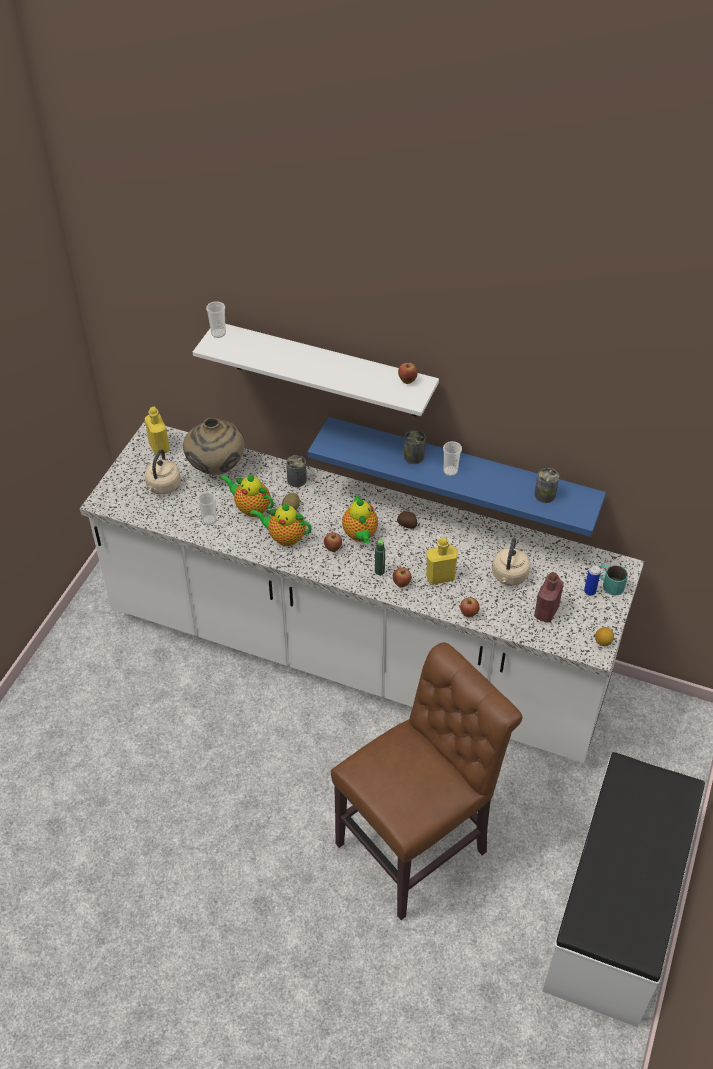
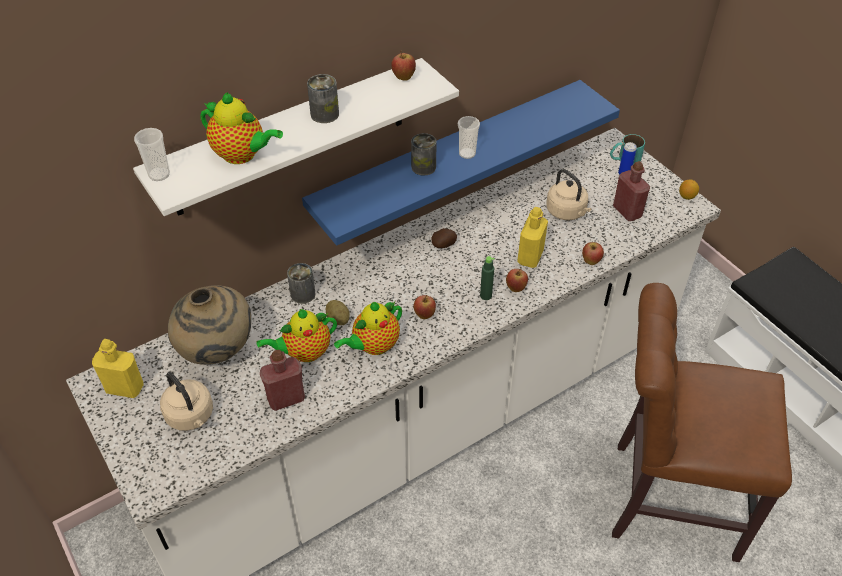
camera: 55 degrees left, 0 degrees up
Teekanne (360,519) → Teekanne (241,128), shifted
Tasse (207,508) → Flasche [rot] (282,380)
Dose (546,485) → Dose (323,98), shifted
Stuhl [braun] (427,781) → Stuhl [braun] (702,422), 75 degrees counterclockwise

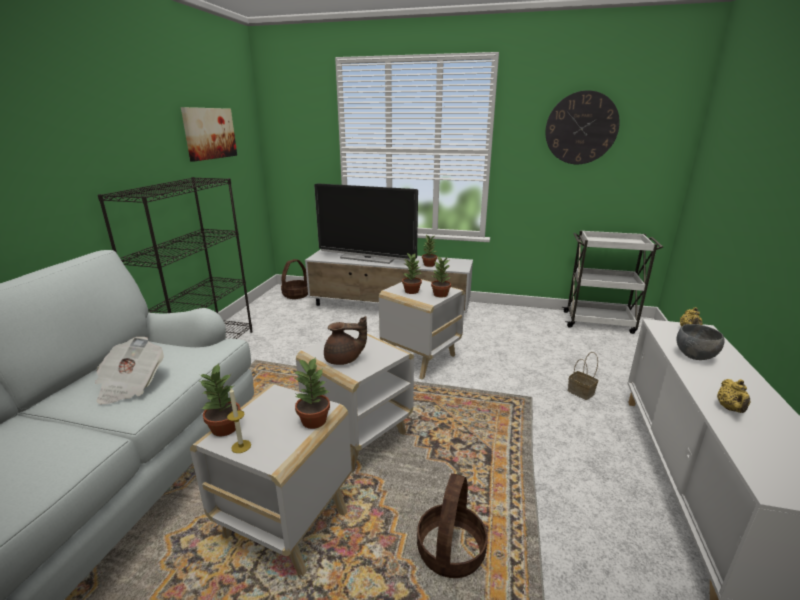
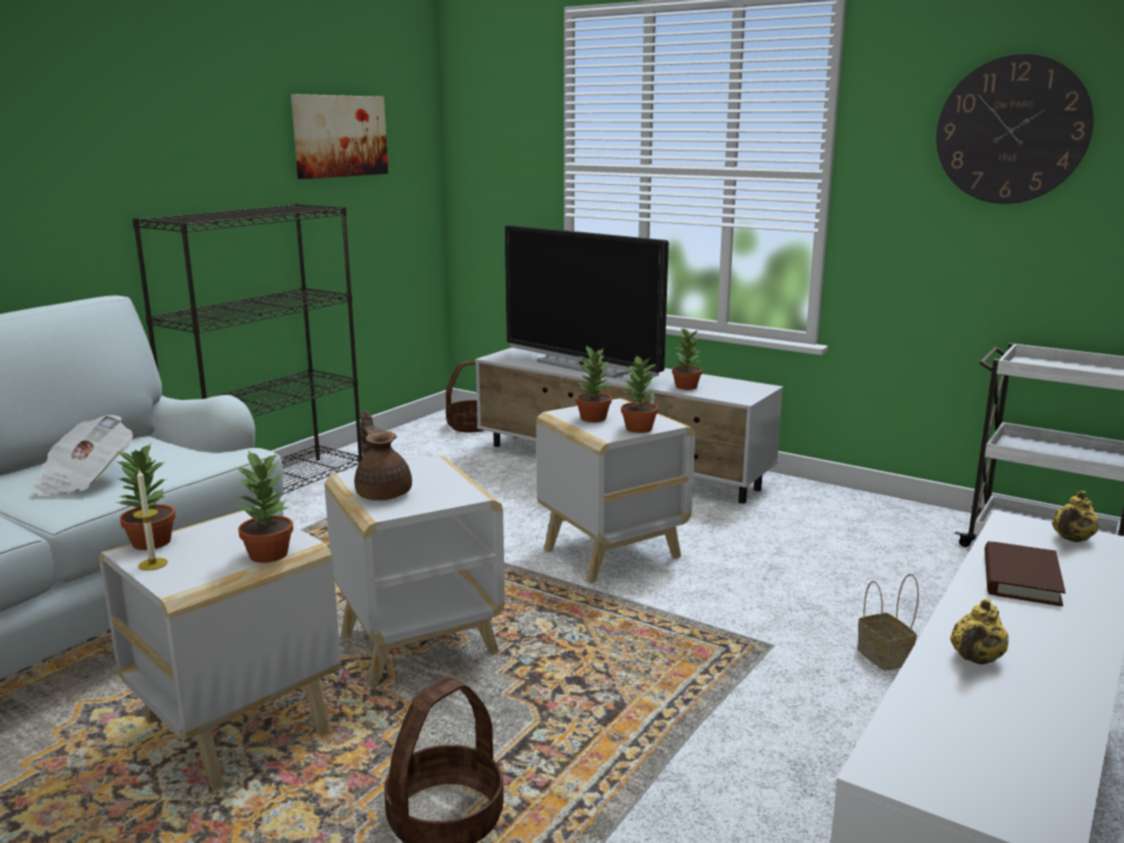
camera: 20 degrees right, 5 degrees down
Teekanne [braun] (345,340) → Teekanne [braun] (383,455), 135 degrees counterclockwise
Schüssel [grau] (701,342) → Buch [braun] (1025,573)

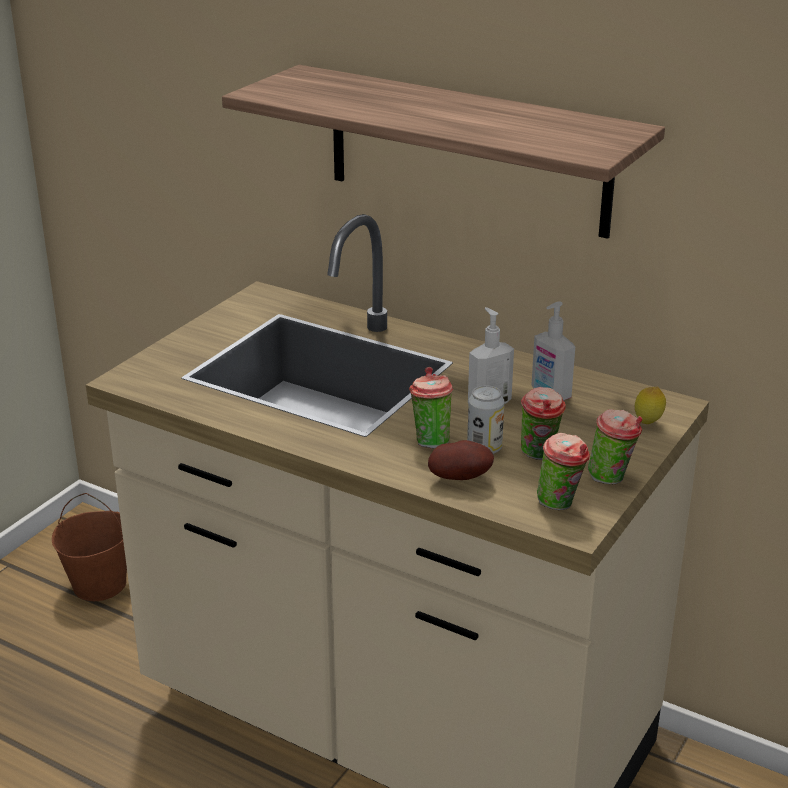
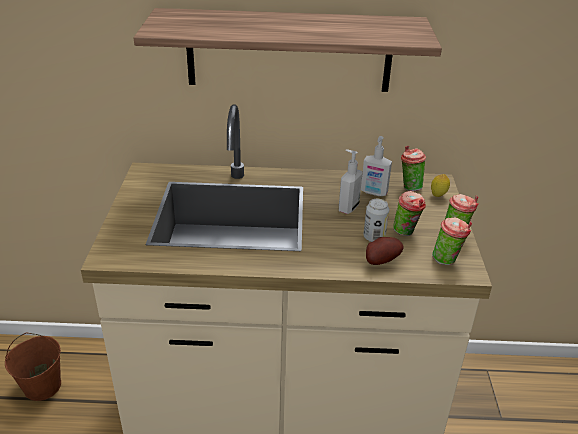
camera: 30 degrees left, 5 degrees up
Tasse (431,407) → Tasse (413,168), shifted

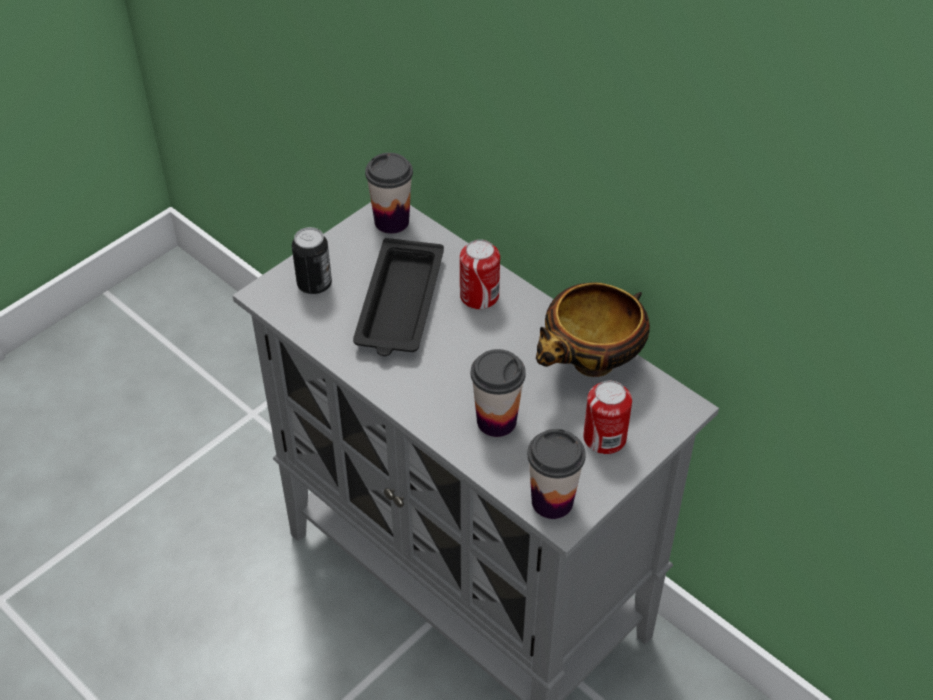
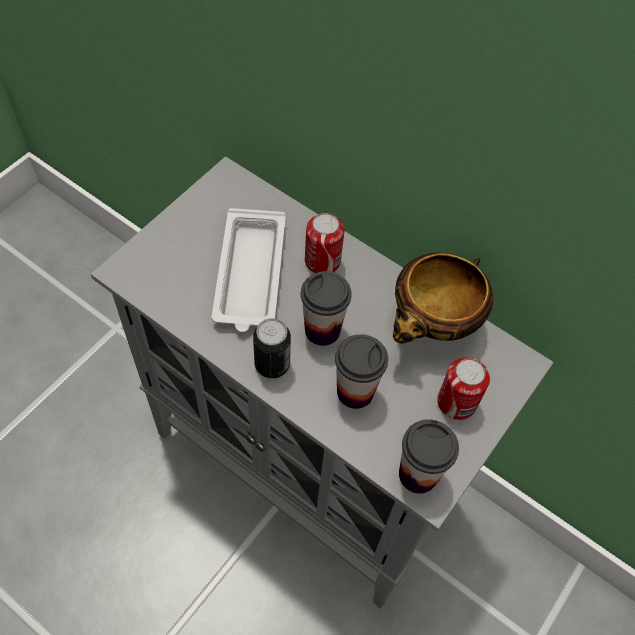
camera: 10 degrees left, 10 degrees up
Tablett [schwarz] (398,297) → Tablett [weiß] (249,270)
Dose (312,261) → Dose (272,348), shifted
Tasse (389,193) → Tasse (326,308), shifted

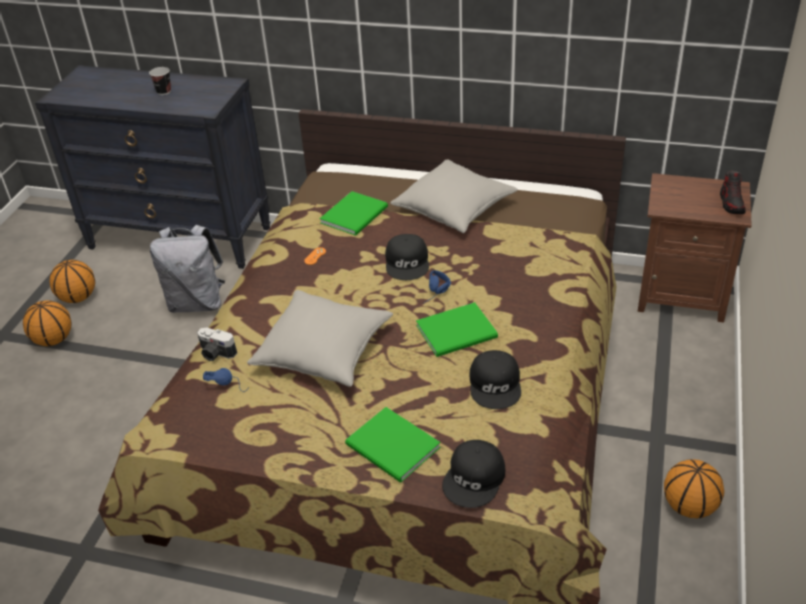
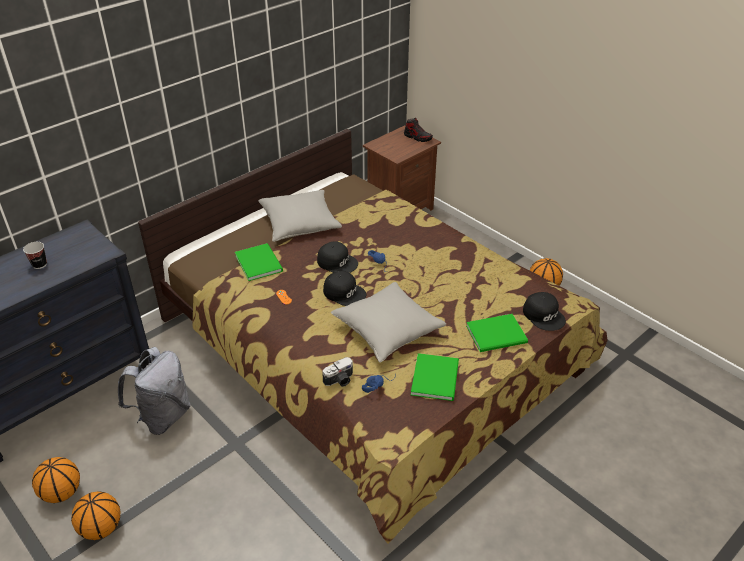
camera: 60 degrees left, 0 degrees up
Kappe [schwarz] (495,379) → Kappe [schwarz] (344,288), shifted
Buch [grün] (457,329) → Buch [grün] (435,377), shifted

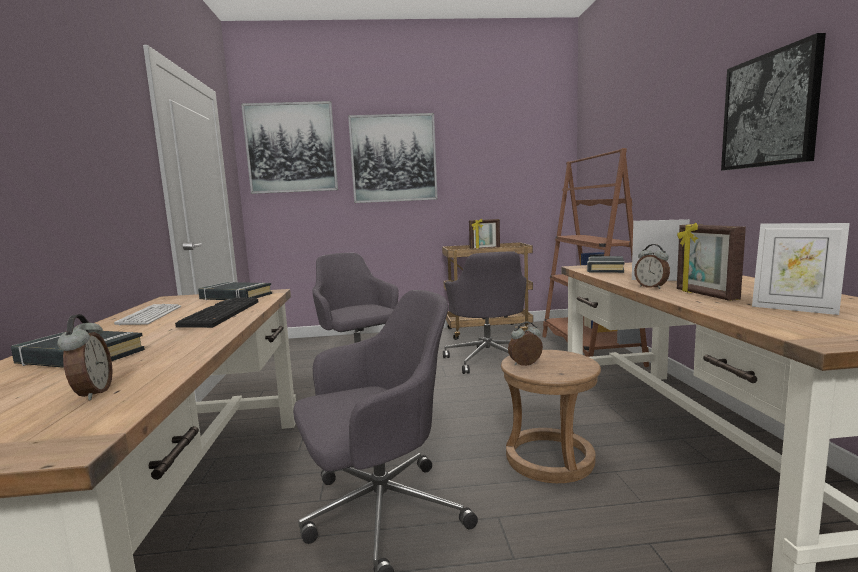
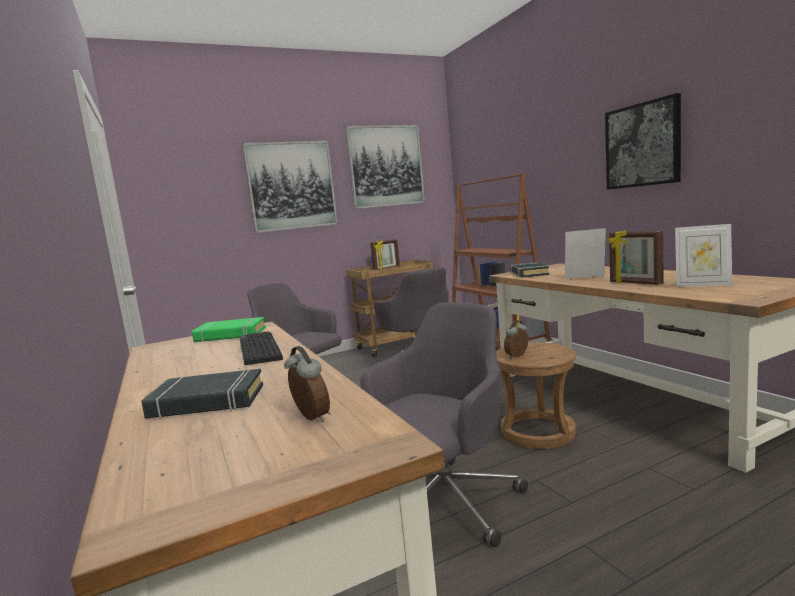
camera: 20 degrees left, 0 degrees up
Buch [schwarz] (235,291) → Buch [grün] (229,329)
Bild (289,147) → Bild (385,167), shifted
Tastatur (147,315) → -
Wecker (652,266) → -

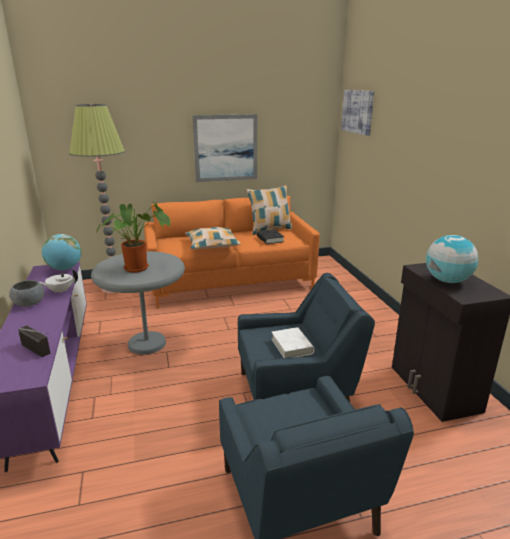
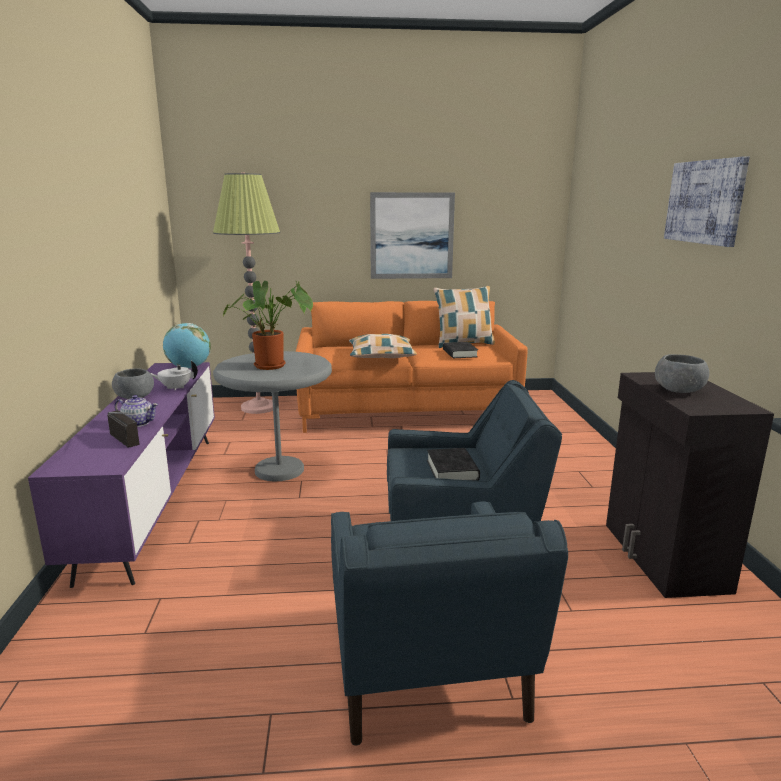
camera: 10 degrees right, 5 degrees down
- → Teekanne (136,411)
Buch [weiß] (293,342) → Buch [schwarz] (453,464)
Globus (452,259) → Schüssel [grau] (682,373)
Bild (357,113) → Bild (707,201), shifted

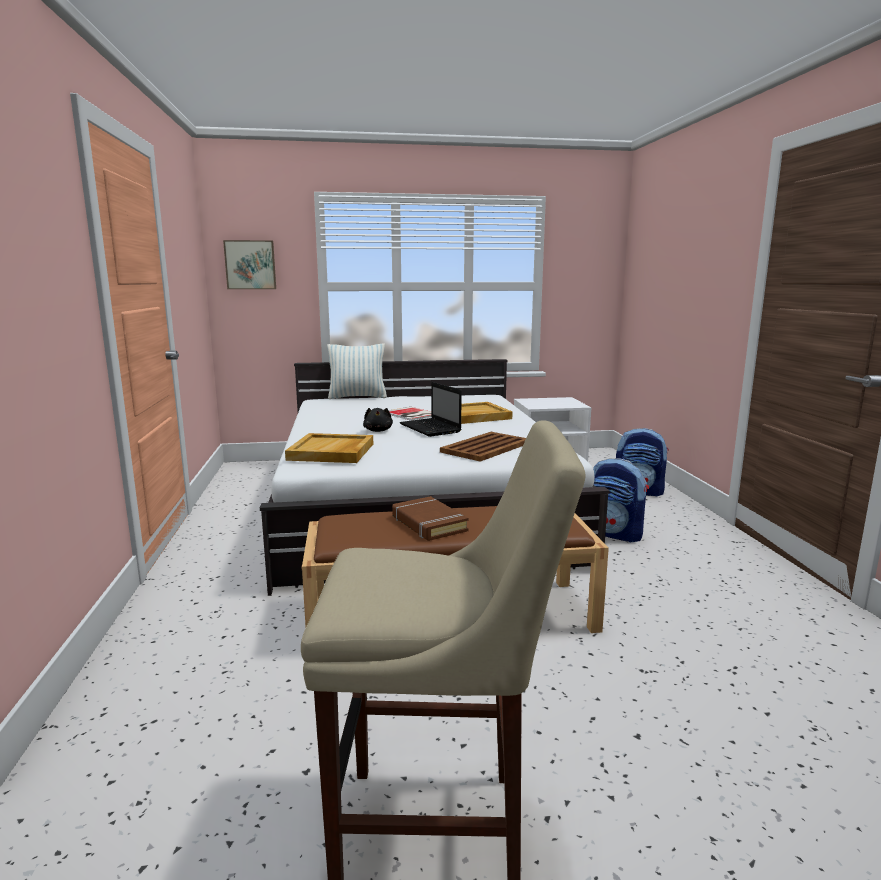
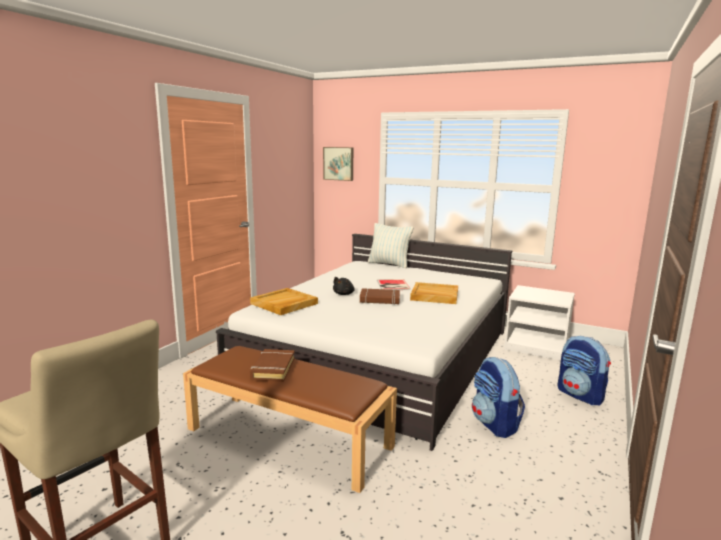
camera: 35 degrees right, 0 degrees up
Laptop (431,409) → Buch [braun] (380,296)
Tablett [braun] (483,447) → -

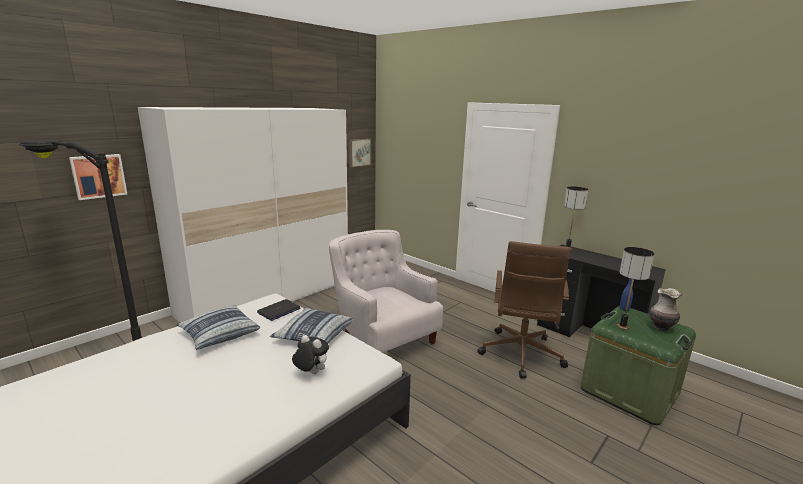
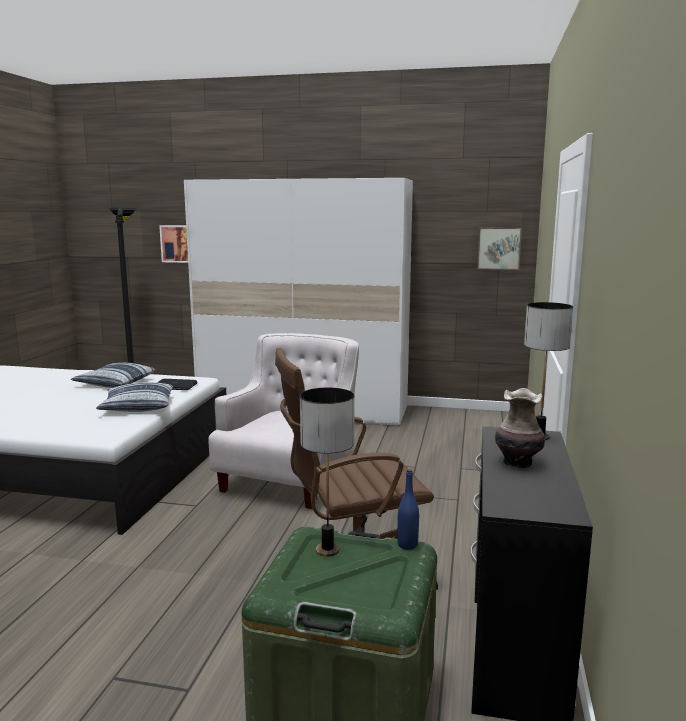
camera: 60 degrees right, 5 degrees down
Vase (665,309) → Vase (520,428), shifted
Plüschtier (310,354) → -

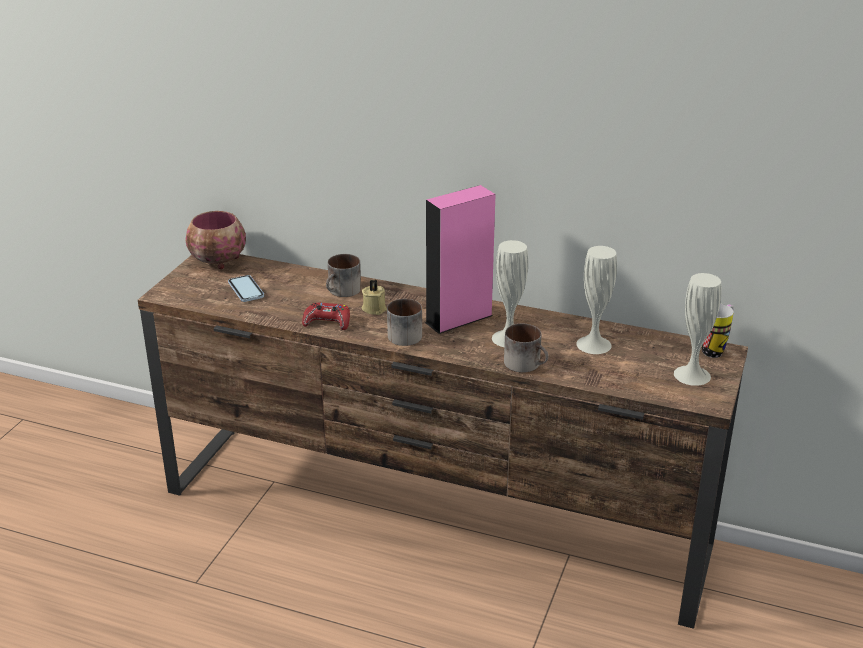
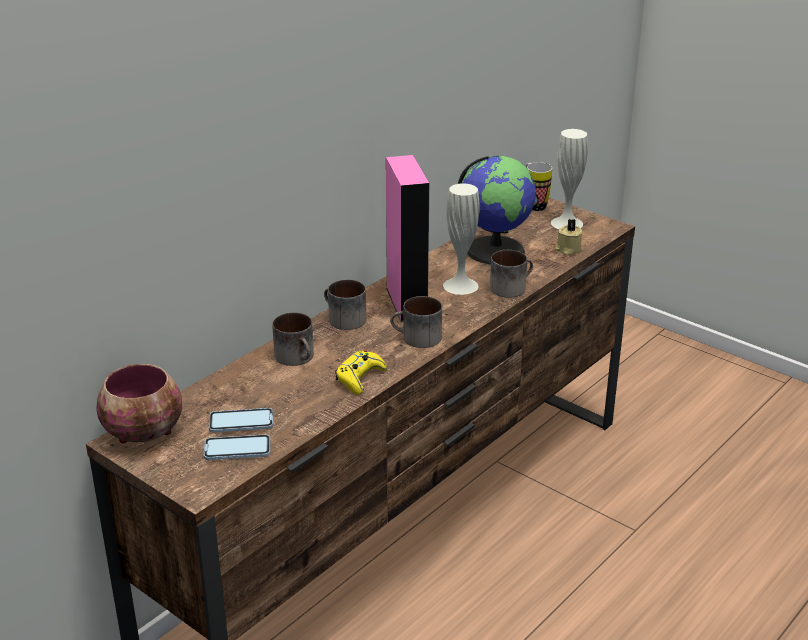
camera: 70 degrees left, 0 degrees up
- → Handy (236,447)
- → Henkelbecher (345,304)
Gamepad [rot] (326,316) → Gamepad [gelb] (361,372)
Vase [weiß] (596,300) → Globus (497,210)
Kerze [beige] (374,297) → Kerze [beige] (569,237), shifted

